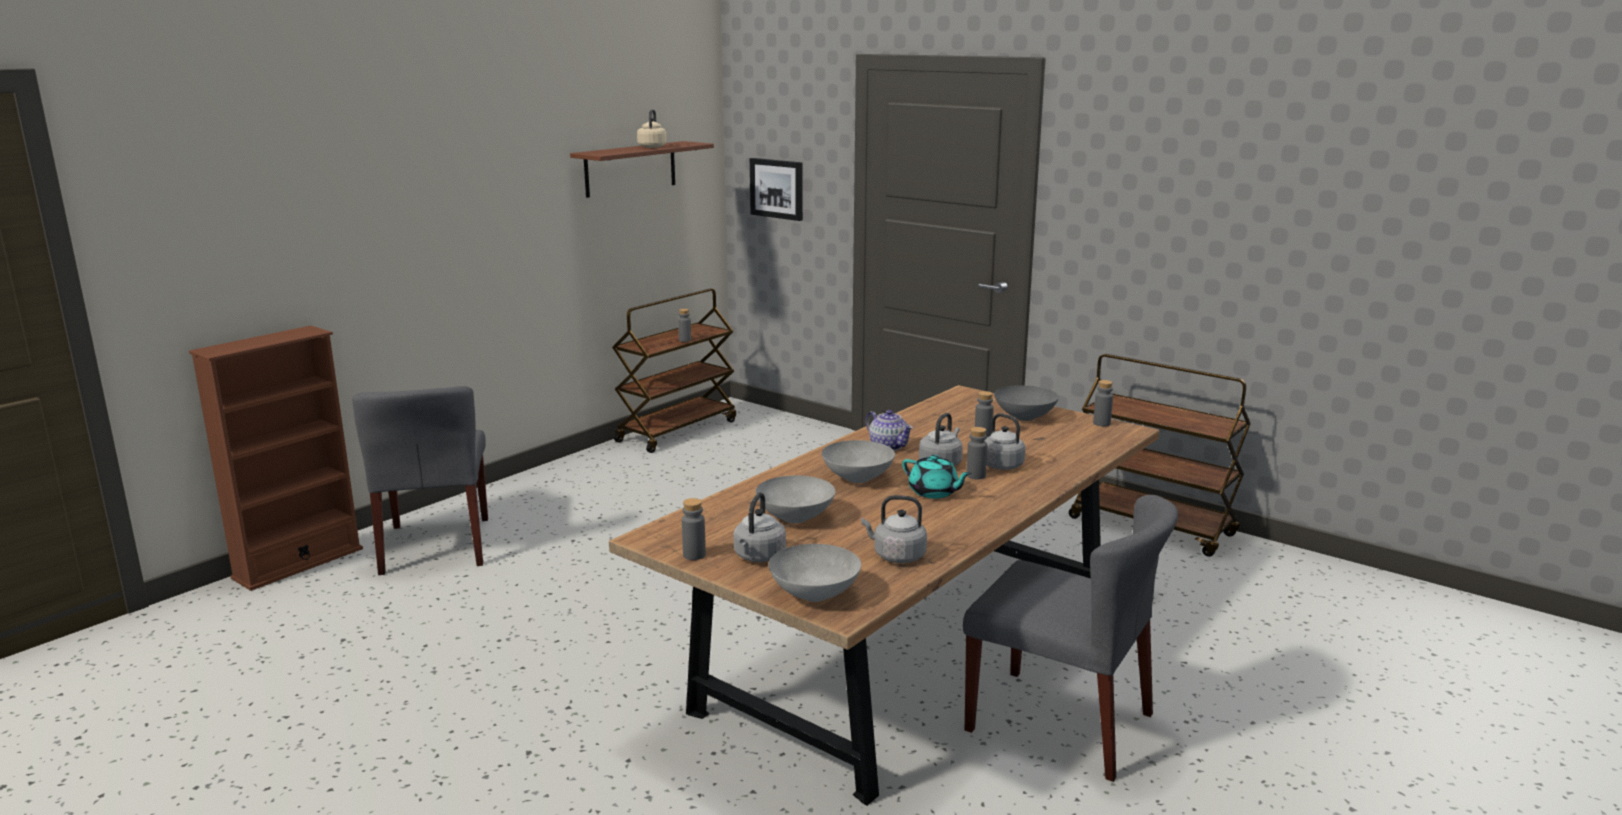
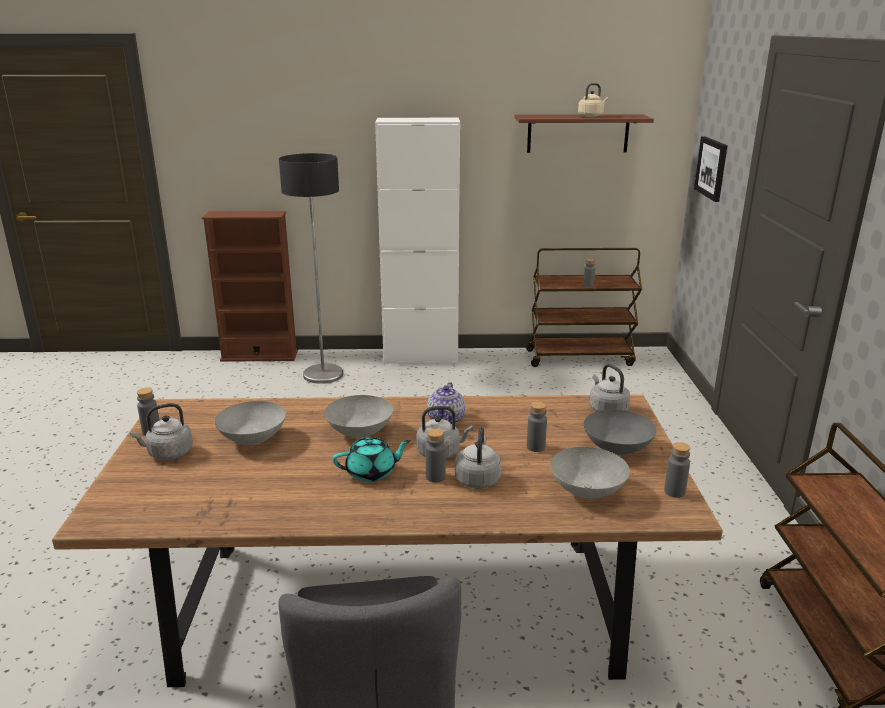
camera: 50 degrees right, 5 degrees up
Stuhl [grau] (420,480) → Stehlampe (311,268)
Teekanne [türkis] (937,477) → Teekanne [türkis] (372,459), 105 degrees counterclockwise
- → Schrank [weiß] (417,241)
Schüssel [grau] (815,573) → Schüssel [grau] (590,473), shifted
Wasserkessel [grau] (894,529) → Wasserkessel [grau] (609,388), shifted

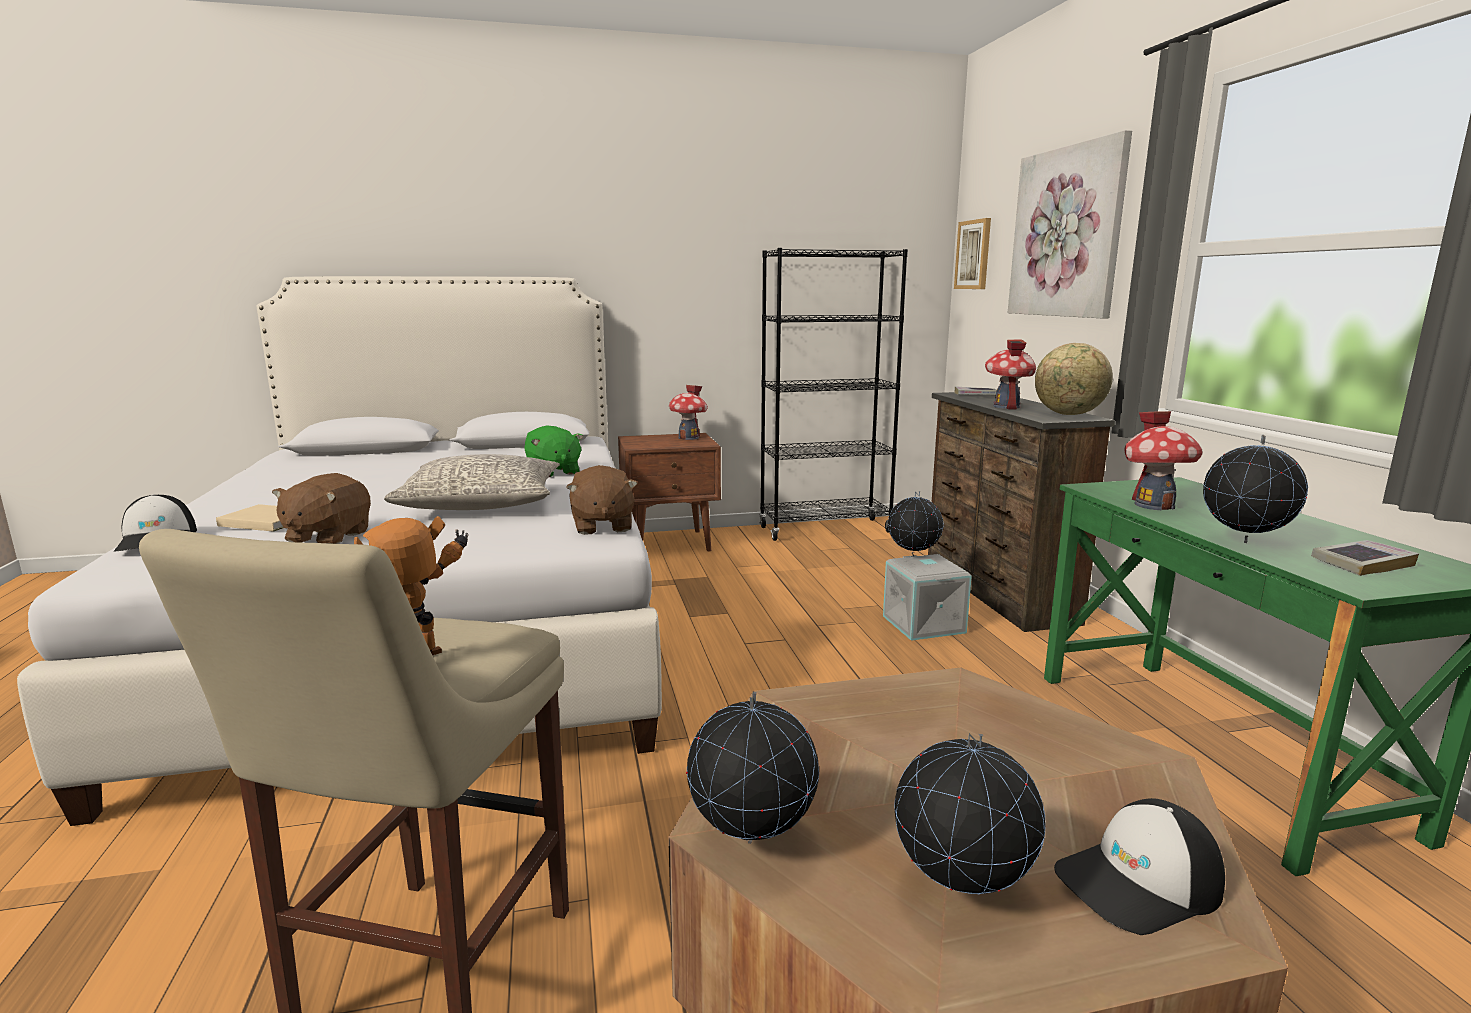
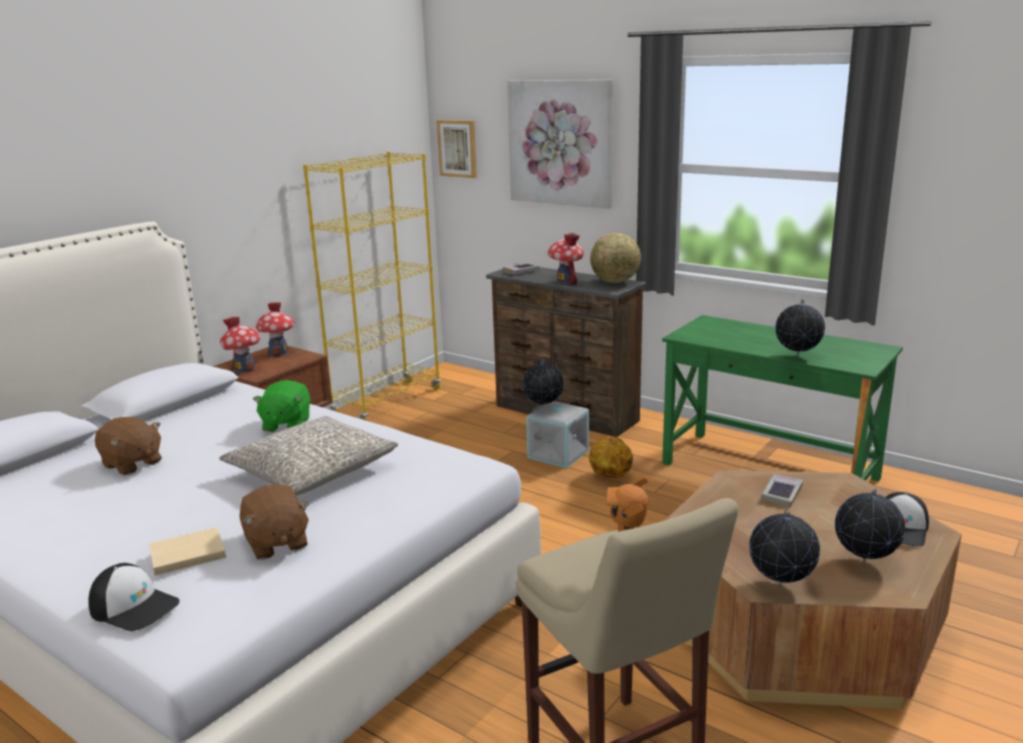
camera: 40 degrees left, 5 degrees up
Plüschtier [braun] (602,500) → Plüschtier [braun] (128,446), shifted
Spielzeughaus (1163,460) → Spielzeughaus (240,345), shifted
Plüschtier [grün] (553,451) → Plüschtier [grün] (281,406), 75 degrees clockwise
Bücherregal [schwarz] (833,394) → Bücherregal [gelb] (372,286)
- → Basketball (611,457)
Buch (1365,558) → Buch (782,491), shifted

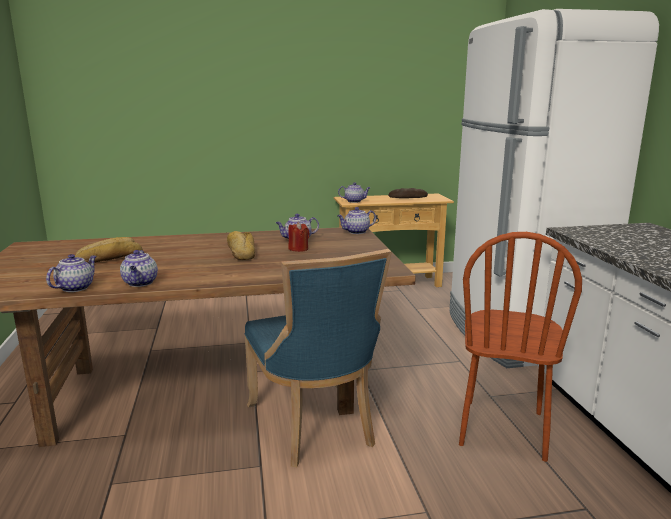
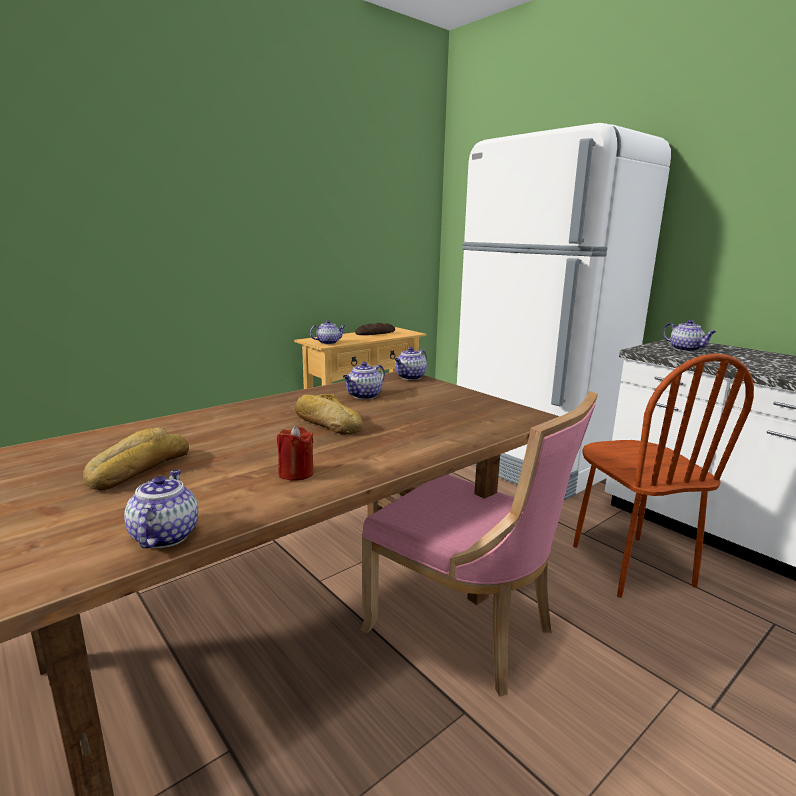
camera: 30 degrees left, 0 degrees up
Kerze [rot] (299,237) → Kerze [rot] (295,453), shifted
Stuhl [blau] (318,358) → Stuhl [rosa] (479,544)
Teekanne (139,268) → Teekanne (690,336), shifted

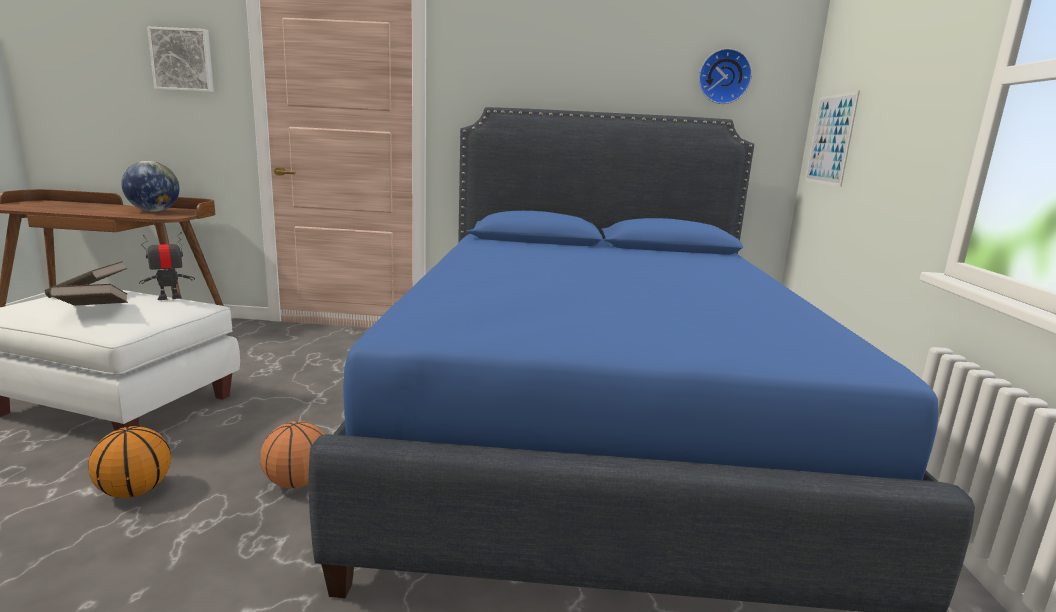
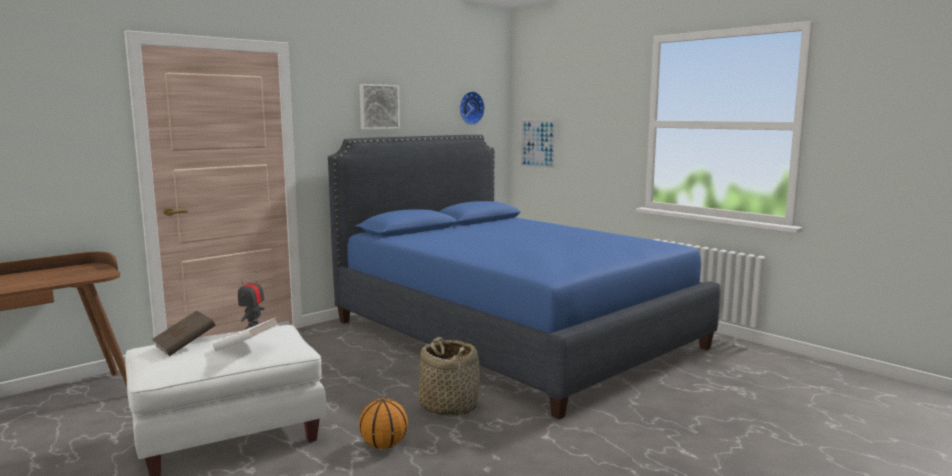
camera: 45 degrees left, 5 degrees down
Buch [braun] (88,295) → Buch [weiß] (245,334)
Bild (180,59) → Bild (379,107), shifted
Basketball (293,454) → Korb (449,376)
Globus (150,186) → -

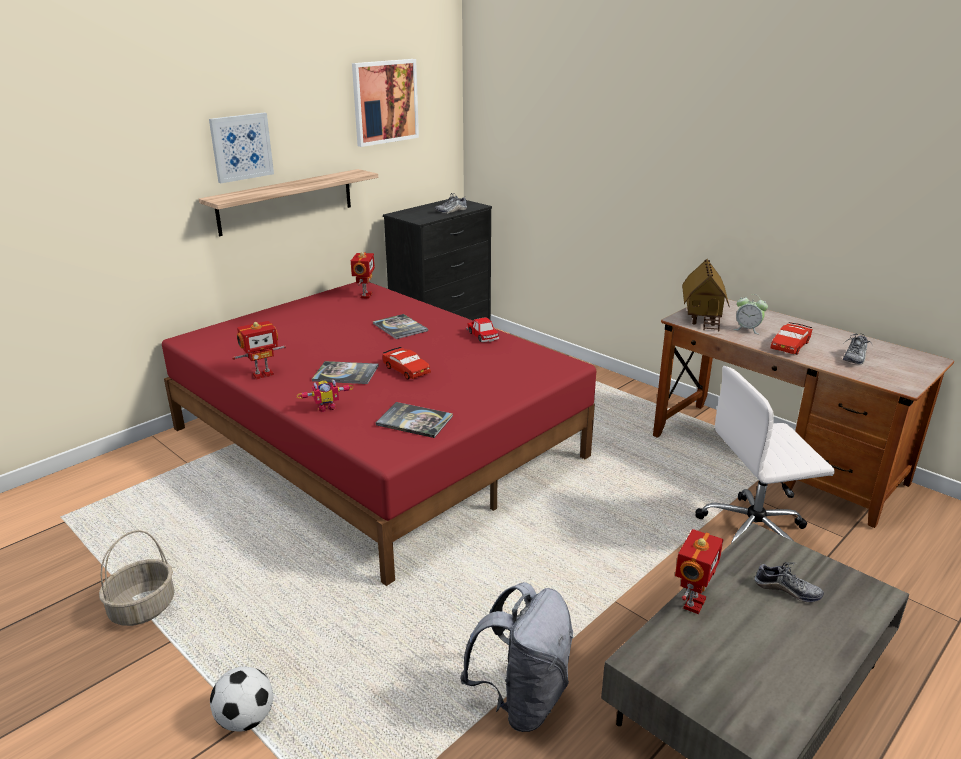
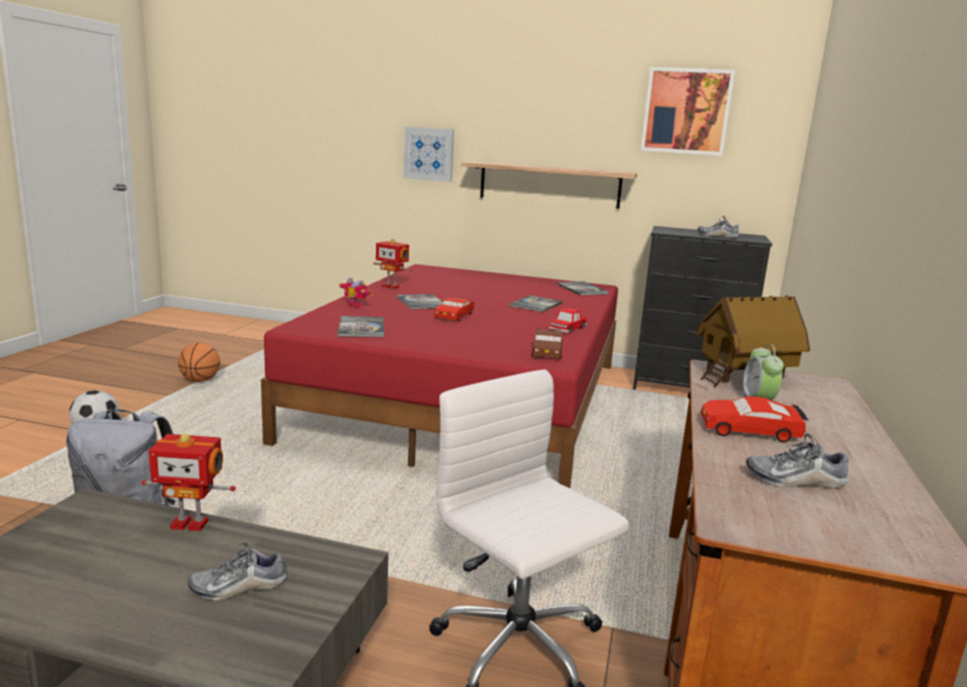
camera: 60 degrees right, 10 degrees down
Korb (137,578) → Basketball (199,362)
Schuh (789,582) → Schuh (237,571), 75 degrees clockwise
Bild (241,148) → Bild (428,154), shifted
- → Spielzeugauto [braun] (547,343)
Spielzeugroboter (363,275) → Buch (583,288)

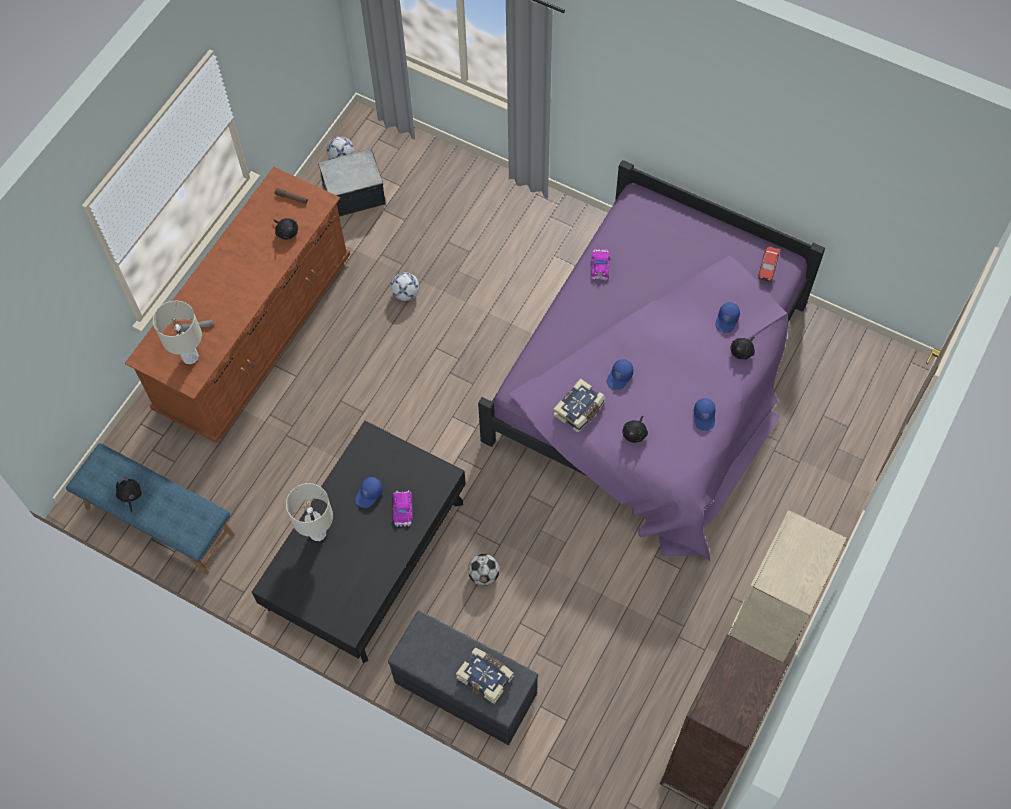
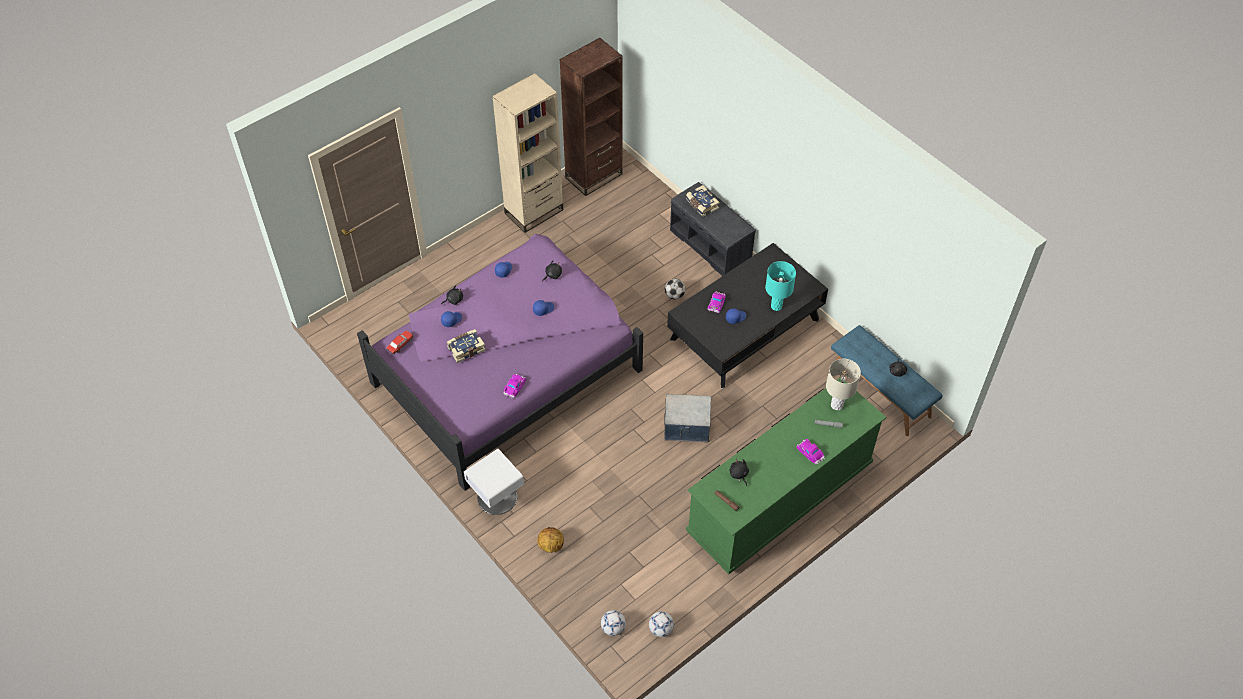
camera: 160 degrees left, 10 degrees down
Buch (579,405) → Buch (466,346), shifted
- → Nachttisch [weiß] (494,482)
- → Basketball (550,540)
Fußball (405,286) → Fußball (613,623), shifted
Aufbewahrungsbox (351,183) → Aufbewahrungsbox (687,418), shifted
Kommode [braun] (237,305) → Kommode [grün] (786,475)
Tischlampe [beige] (309,512) → Tischlampe [türkis] (780,286)
- → Spielzeugauto (811,451)

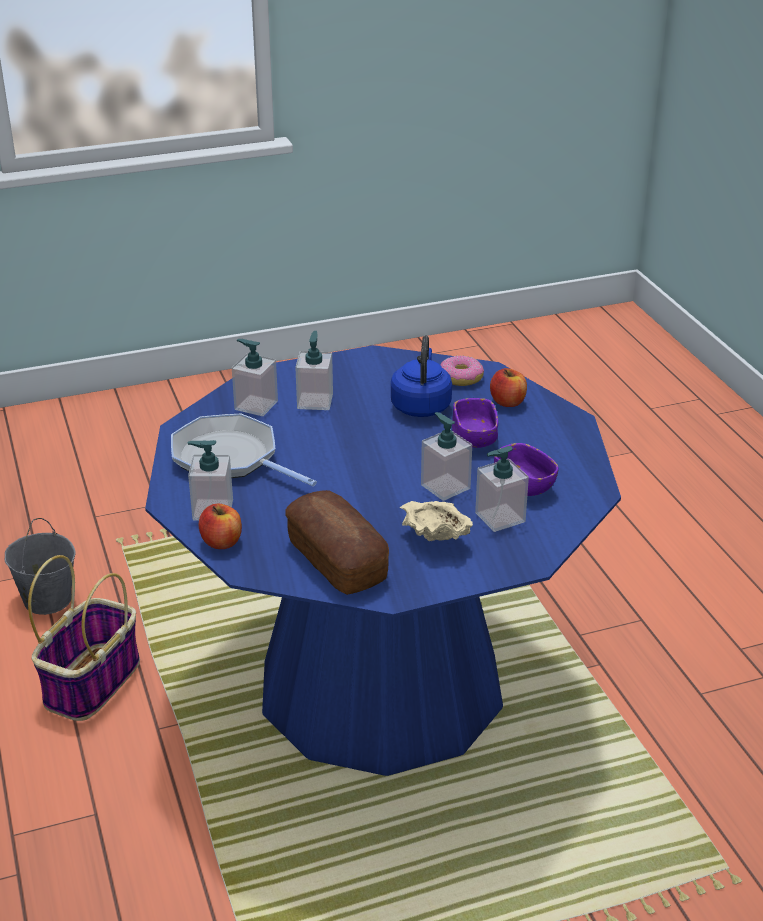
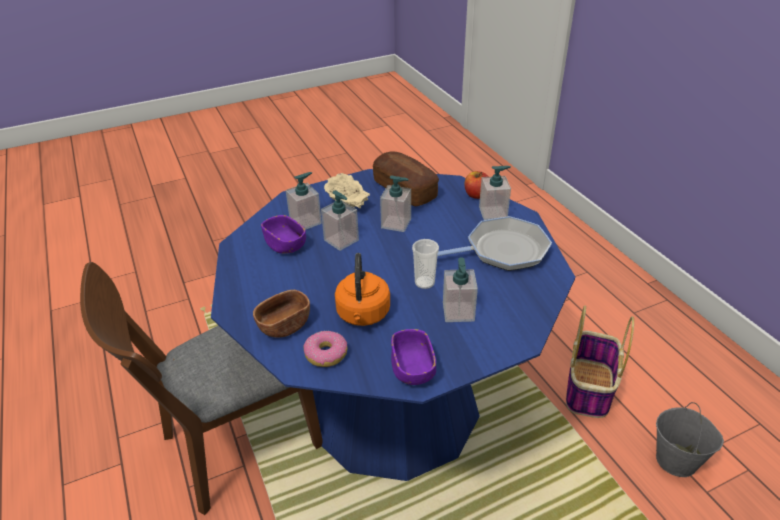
camera: 175 degrees right, 5 degrees up
- → Stuhl [braun] (201,388)
Apfel (508,387) → Schüssel [braun] (281,314)
Wasserkessel [blau] (421,376) → Wasserkessel [orange] (362,289)
Seifenspender (255,377) → Seifenspender (395,203), shifted
Schüssel [lila] (475,423) → Schüssel [lila] (413,357), shifted
- → Tasse (425,264)
Pfanne (244,450) → Pfanne (494,243), 45 degrees counterclockwise

